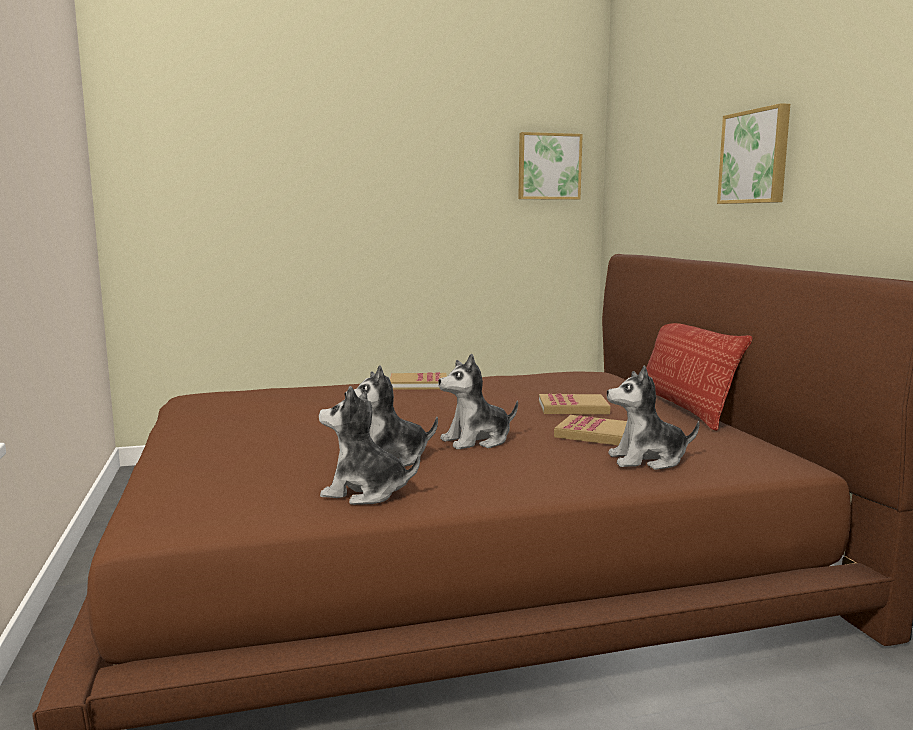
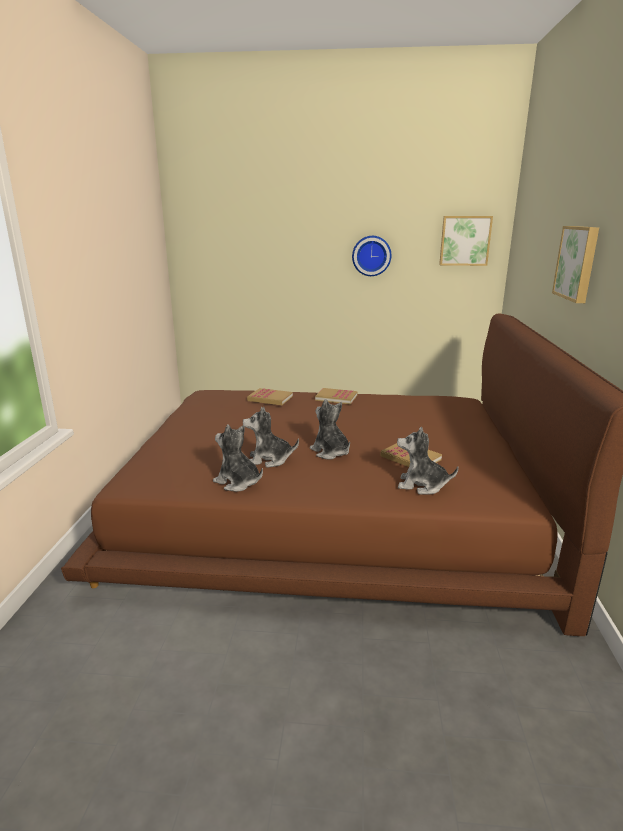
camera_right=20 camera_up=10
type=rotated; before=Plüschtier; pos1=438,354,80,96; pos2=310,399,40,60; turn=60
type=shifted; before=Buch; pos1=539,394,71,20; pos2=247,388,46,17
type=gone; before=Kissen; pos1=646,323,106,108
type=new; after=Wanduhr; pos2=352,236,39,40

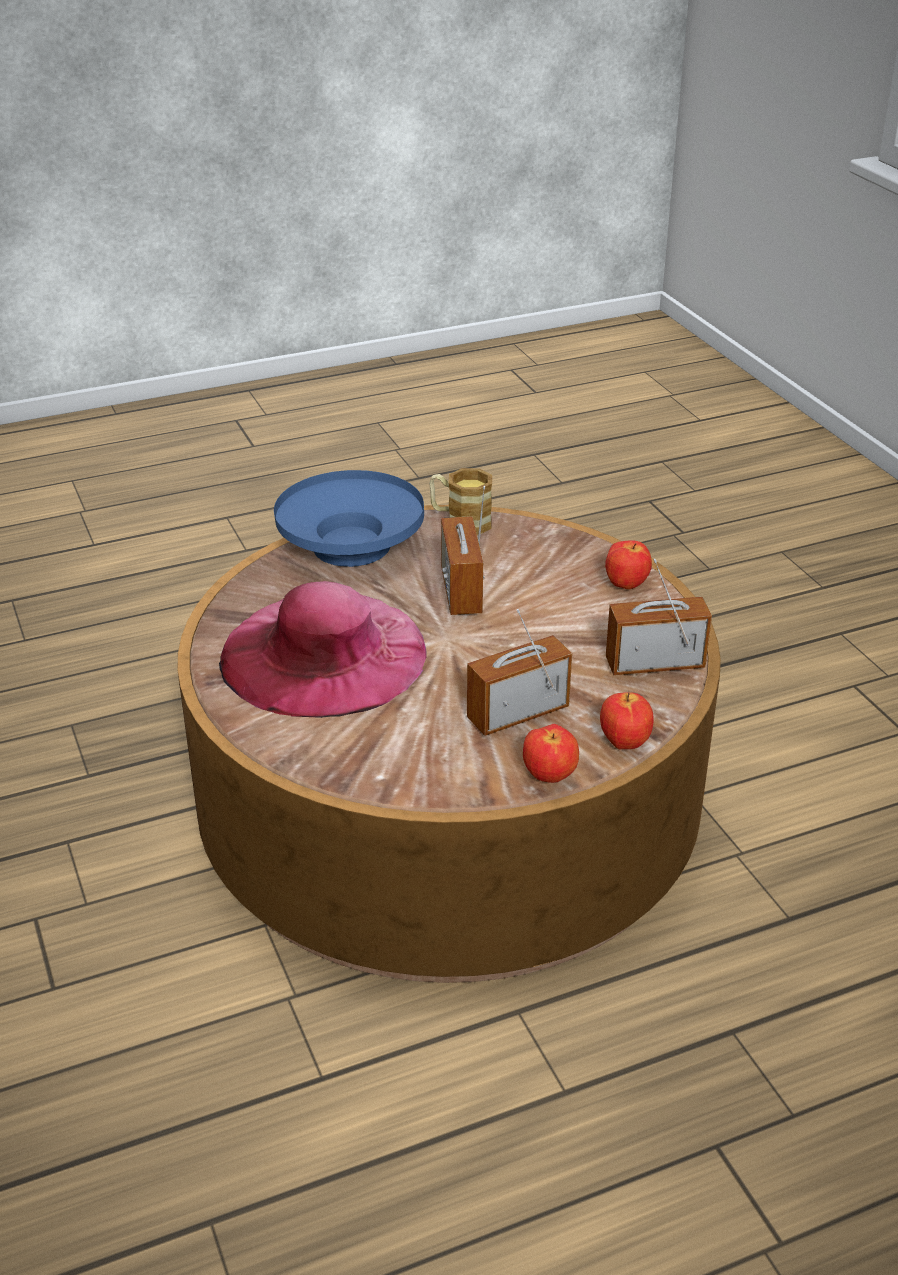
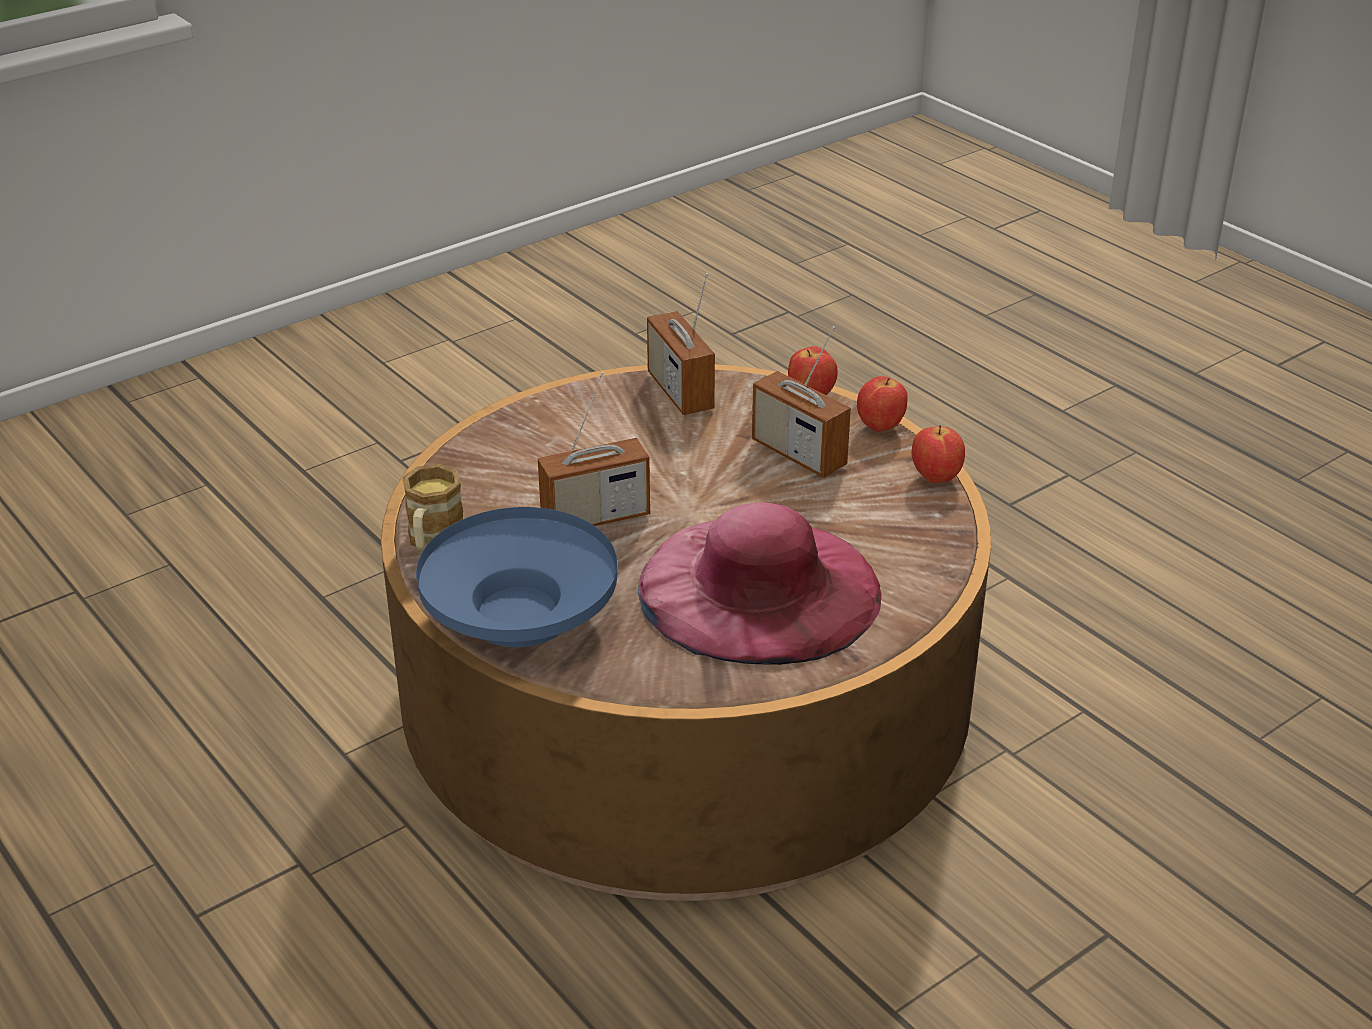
camera_right=-105 camera_up=0
type=shifted; before=Apfel; pos1=605,540,47,49; pos2=911,425,54,58

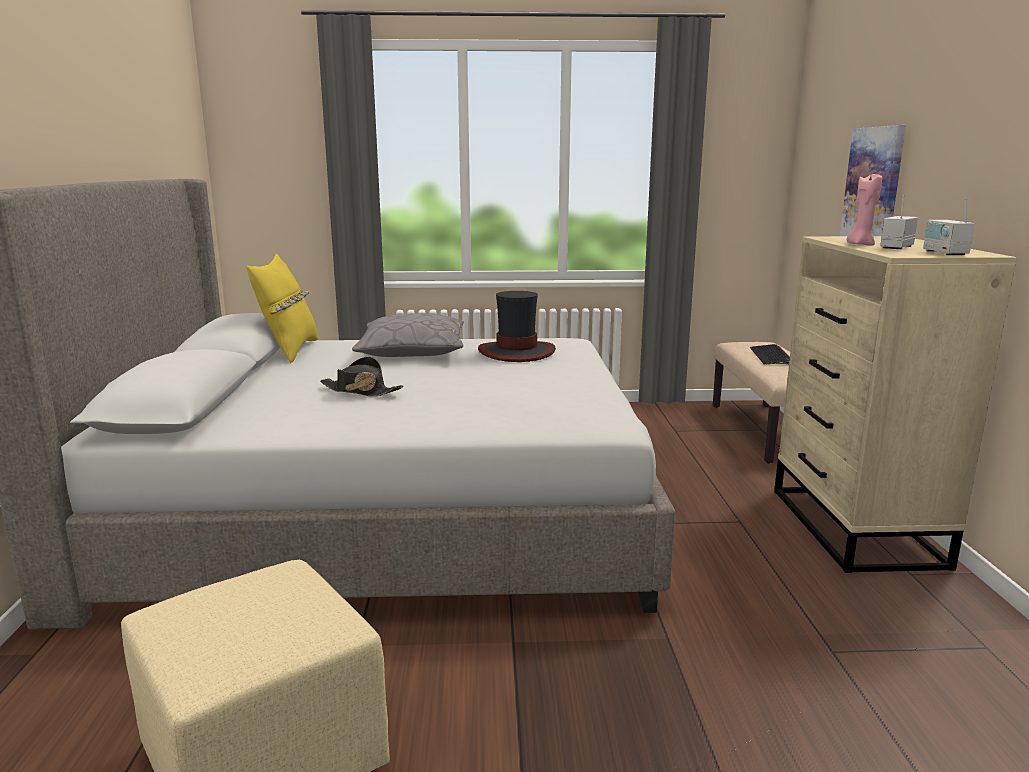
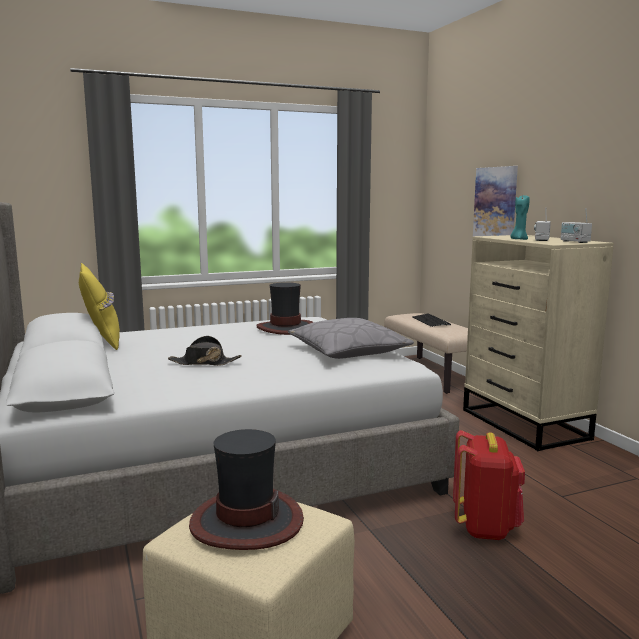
camera_right=-20 camera_up=-5
type=shifted; before=Kissen (grau); pos1=352,314,112,43; pos2=288,318,126,41
type=repainted; before=Kerze (rosa); after=Kerze (türkis); pos1=847,174,35,72; pos2=510,195,20,45
type=new; after=Hut; pos2=189,429,115,121
type=new; after=Rucksack (rot); pos2=453,430,72,110

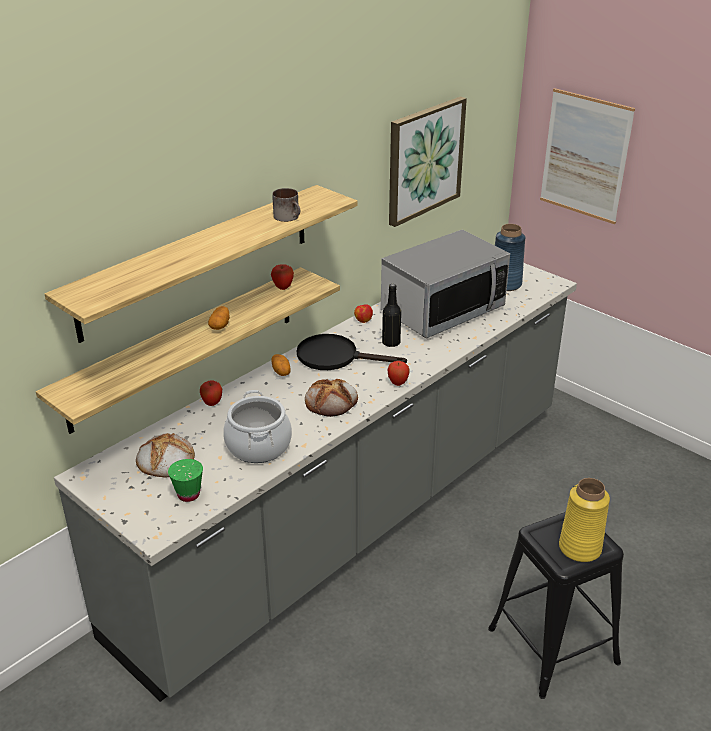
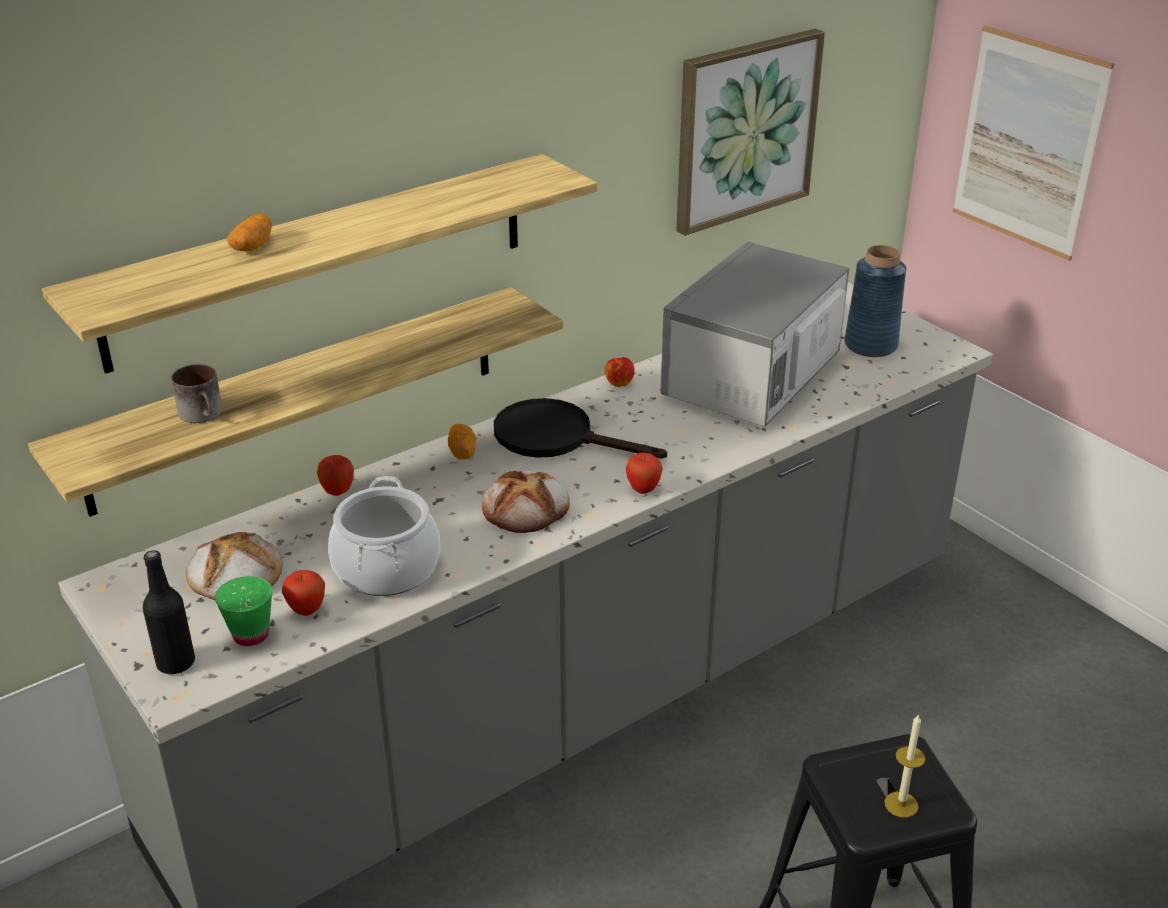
camera_right=10 camera_up=0
type=shifted; before=Kartoffel; pos1=208,306,22,24; pos2=227,214,45,38
type=shifted; before=Apfel; pos1=271,264,23,26; pos2=282,570,43,46
type=shifted; before=Henkelbecher; pos1=272,188,28,34; pos2=171,364,52,59
type=rotated; before=Mikrowelle; pos1=381,230,129,108; pos2=661,242,188,185; turn=150
type=shifted; before=Flasche (schwarz); pos1=382,284,19,63; pos2=143,550,52,124
type=swapped; before=Vase (gelb); after=Kerze; pos1=559,478,51,84; pos2=885,714,40,104

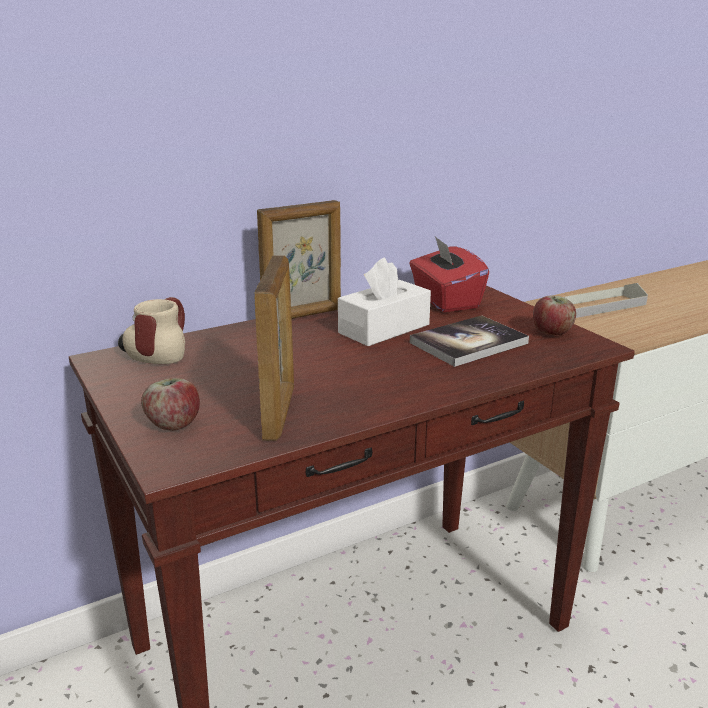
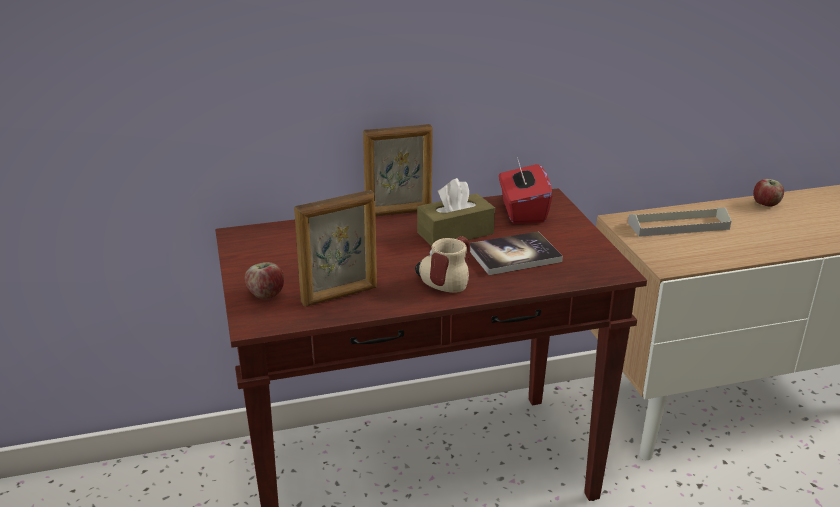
camera_right=15 camera_up=5
type=shifted; before=Henkelbecher; pos1=118,297,67,67; pos2=415,236,55,57
type=rotated; before=Bilderrahmen; pos1=254,255,40,186; pos2=294,190,83,117; turn=45
type=repainted; before=Taschentuchbox (weiß); after=Taschentuchbox (braun); pos1=338,258,93,88; pos2=417,178,78,68
type=shifted; before=Apfel; pos1=533,296,43,39; pos2=753,179,31,27

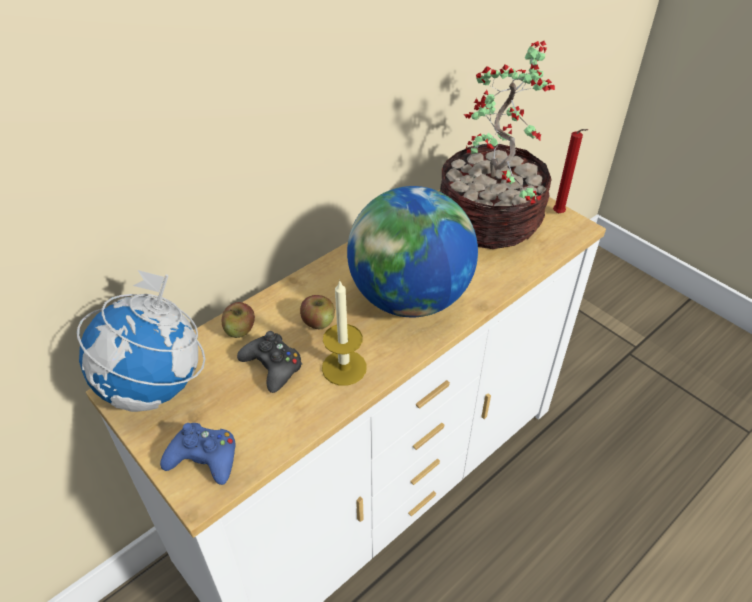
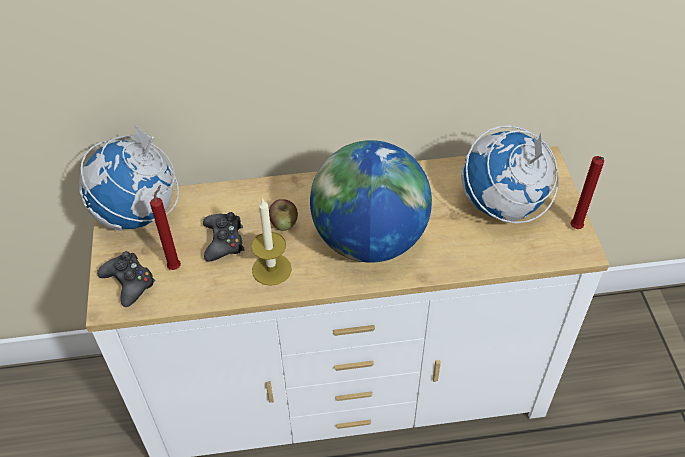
camera_right=35 camera_up=5
type=repainted; before=Gamepad (blau); after=Gamepad (schwarz); pos1=160,423,75,62; pos2=97,251,58,56
type=gone; before=Apfel; pos1=222,302,33,36
type=swapped; before=Topfpflanze; after=Globus; pos1=440,41,115,208; pos2=461,125,97,99
type=new; after=Kerze (rot); pos2=150,185,31,85

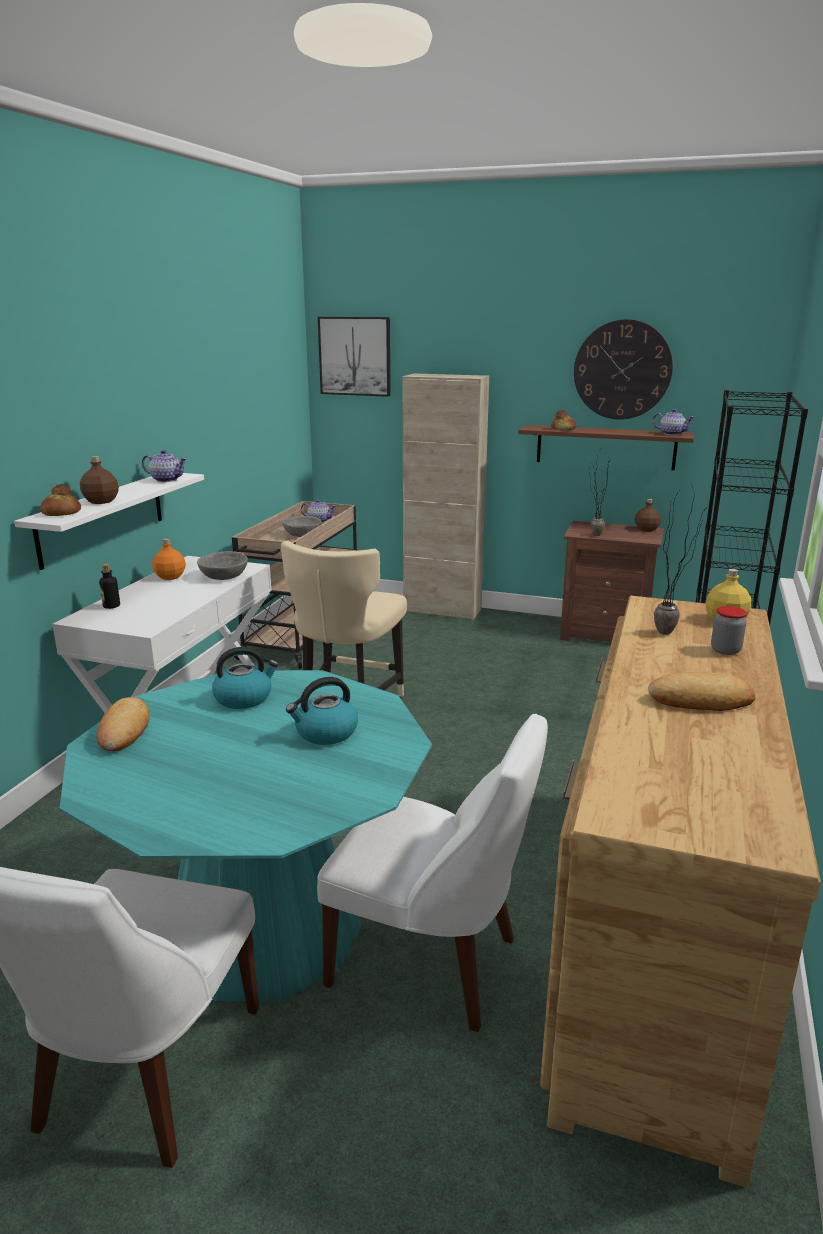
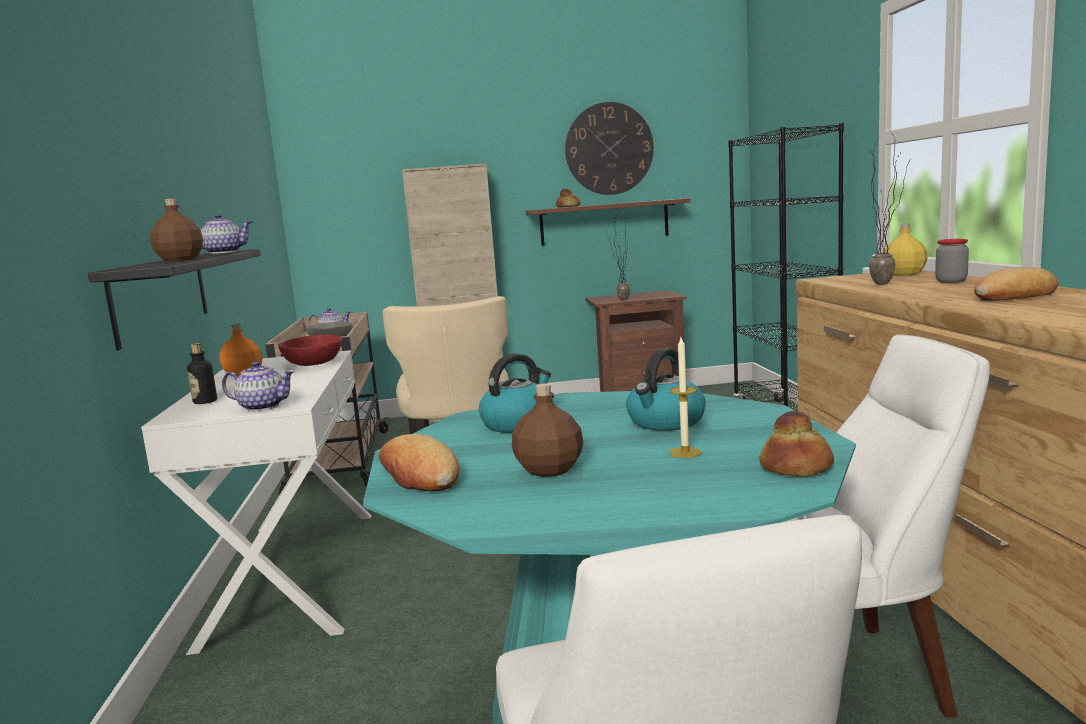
camera_right=-25 camera_up=-10
type=repainted; before=Wandregal (weiß); after=Wandregal (schwarz); pos1=14,473,190,97; pos2=88,249,173,102
type=shifted; before=Brot; pos1=40,484,41,32; pos2=760,411,74,66
type=repainted; before=Schüssel (grau); after=Schüssel (rot); pos1=197,551,51,29; pos2=278,334,64,32
type=gone; before=Bild; pos1=318,317,73,80
type=shifted; before=Flasche (braun); pos1=635,499,26,33; pos2=512,383,71,94
type=shifted; before=Teekanne; pos1=653,409,41,26; pos2=222,361,73,50
type=new; after=Kerze; pos2=669,337,33,121

